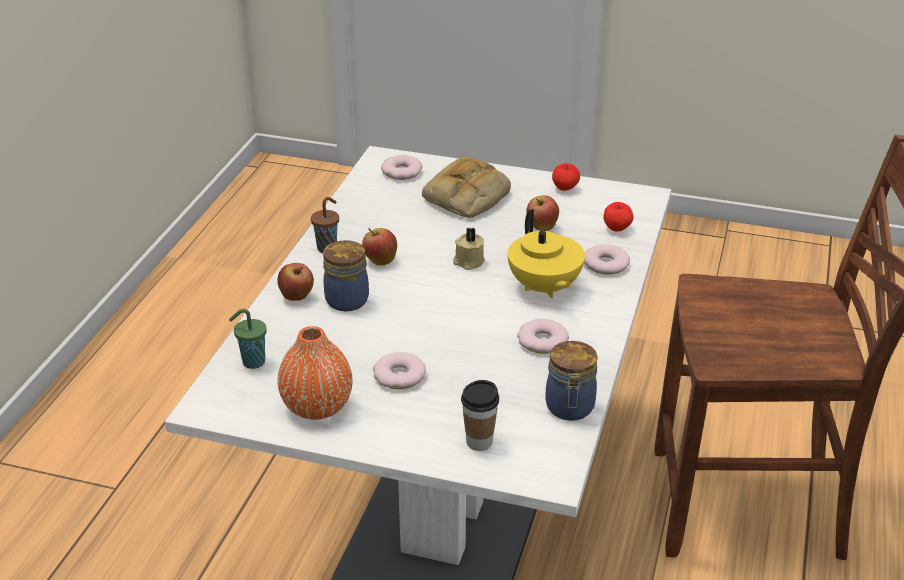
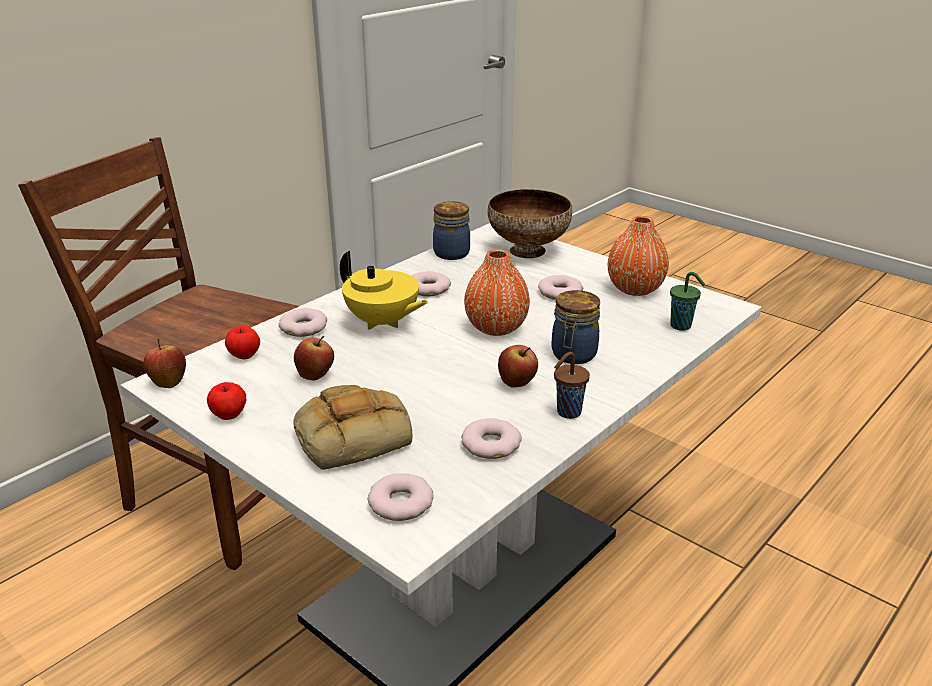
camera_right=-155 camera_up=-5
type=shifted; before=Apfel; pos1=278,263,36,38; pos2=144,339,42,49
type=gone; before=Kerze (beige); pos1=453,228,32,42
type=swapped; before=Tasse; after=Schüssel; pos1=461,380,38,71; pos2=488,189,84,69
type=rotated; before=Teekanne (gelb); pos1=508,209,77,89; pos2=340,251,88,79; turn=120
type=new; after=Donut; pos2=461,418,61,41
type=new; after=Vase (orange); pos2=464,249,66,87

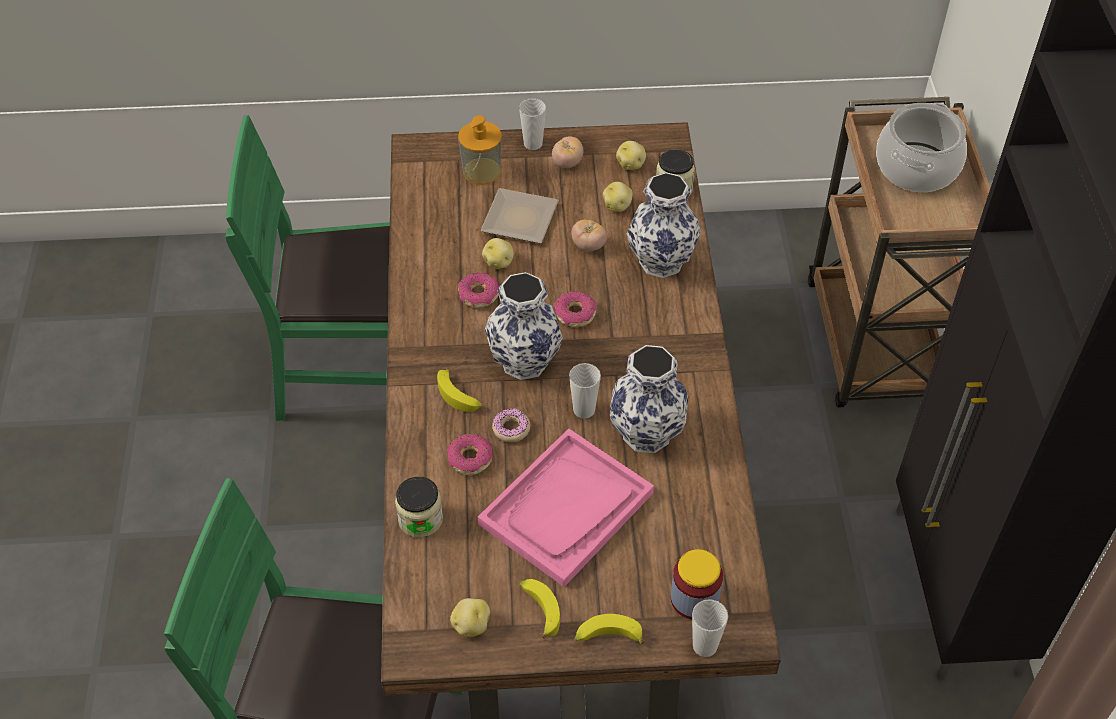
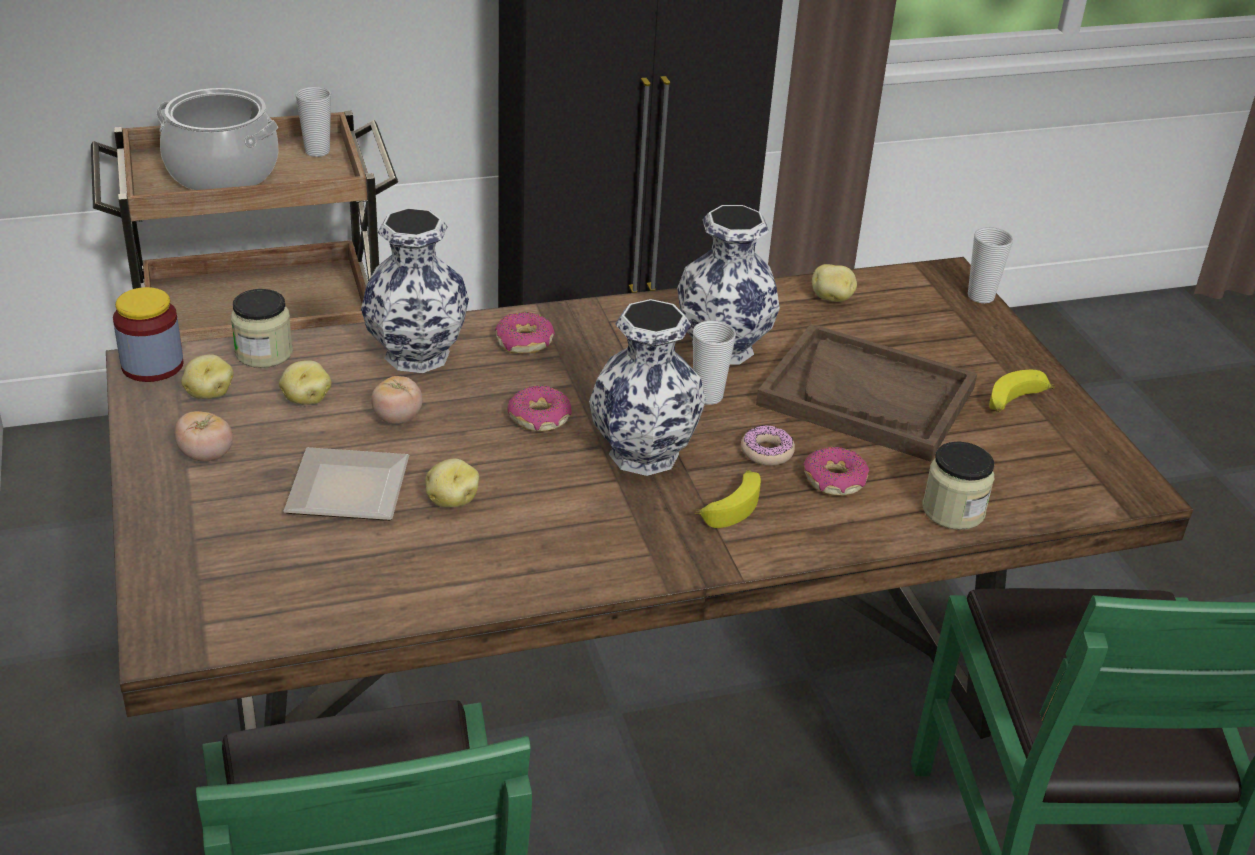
camera_right=-105 camera_up=-15
type=shifted; before=Kartoffel; pos1=450,598,40,39; pos2=812,264,45,38
type=gone; before=Seifenspender; pos1=458,115,44,70
type=shifted; before=Donut; pos1=458,272,41,35; pos2=495,312,60,42
type=repainted; before=Tablett (rosa); after=Tablett (braun); pos1=478,428,176,159; pos2=756,324,221,138
type=shifted; before=Tasse; pos1=519,98,27,52; pos2=295,86,36,71
type=gone; before=Banane; pos1=575,614,69,30
type=shifted; before=Vorratsglas; pos1=671,549,52,71; pos2=113,287,71,95

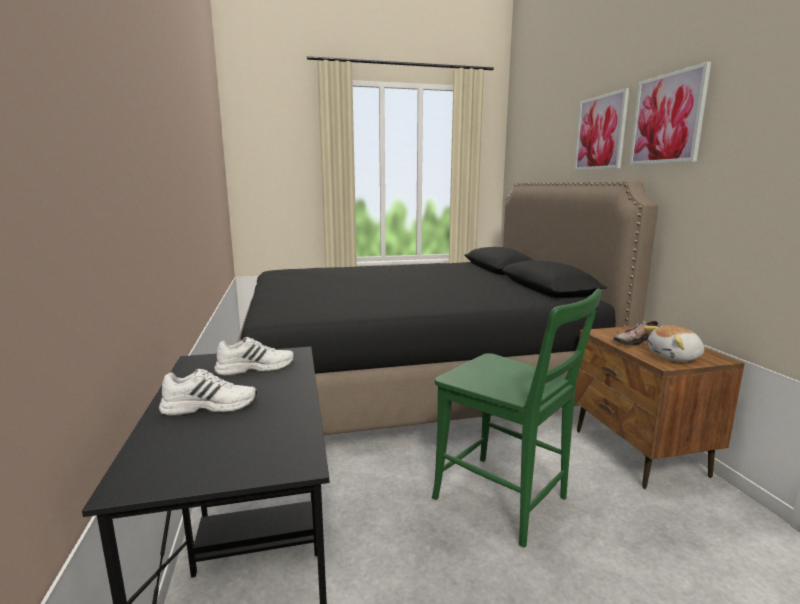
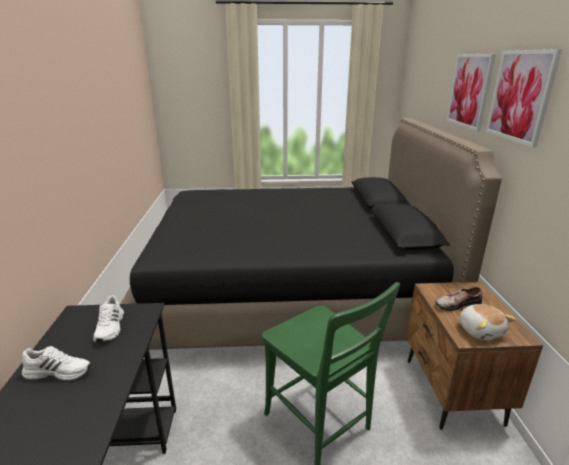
camera_right=10 camera_up=10
type=rotated; before=Schuh (weiß); pos1=214,337,80,39; pos2=93,295,31,47; turn=90
type=rotated; before=Plüschtier; pos1=644,325,60,37; pos2=459,304,57,37; turn=-105

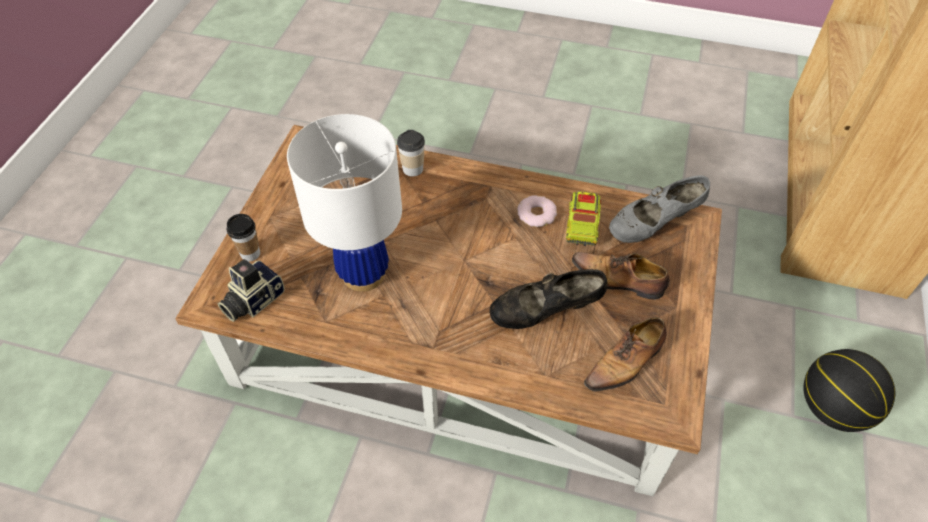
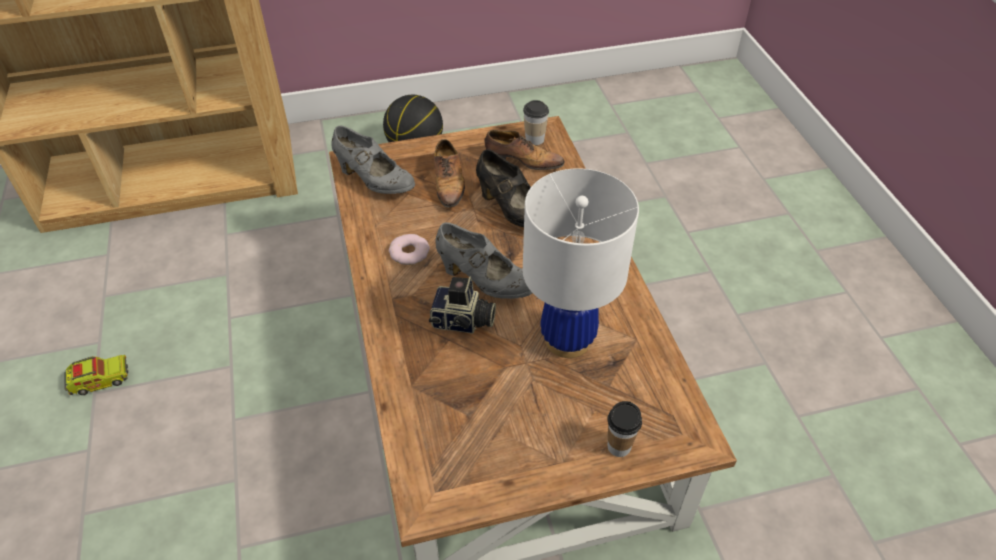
camera_right=-120 camera_up=-5
type=shifted; before=Kamera; pos1=218,259,67,63; pos2=429,276,67,58
type=shifted; before=Tasse; pos1=397,130,28,47; pos2=523,100,26,45
type=shifted; before=Spielzeuglaster; pos1=566,191,35,55; pos2=64,355,64,40
type=new; after=Schuh (grau); pos2=435,222,97,77

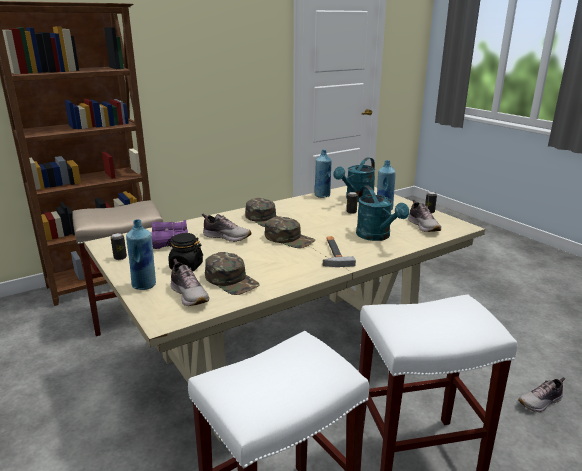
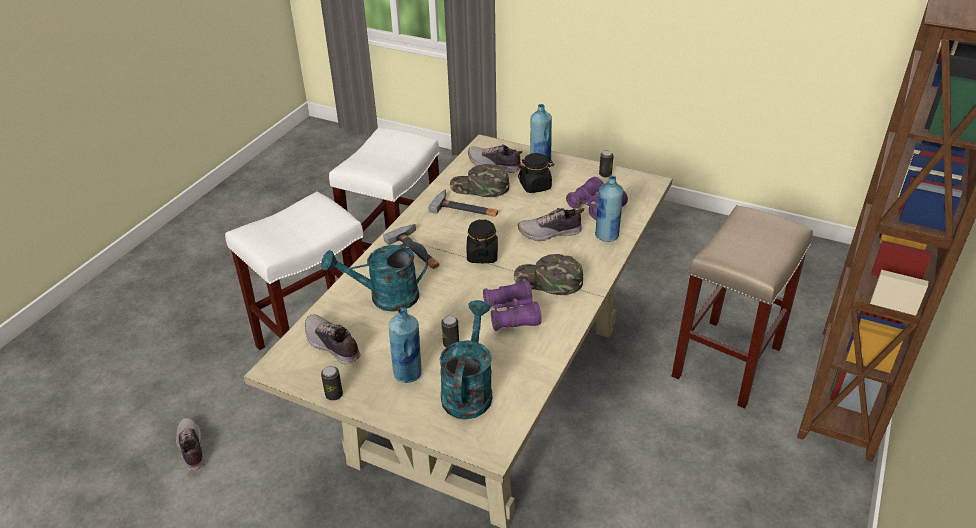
camera_right=150 camera_up=15
type=swapped; before=Kappe (grün); after=Vorratsglas (schwarz); pos1=265,216,50,32; pos2=467,219,31,44
type=shifted; before=Flasche (blau); pos1=315,150,17,48; pos2=595,175,29,67
type=rotated; before=Gießkanne (türkis); pos1=356,185,53,56; pos2=321,242,107,70; turn=-45
type=rotated; before=Schuh; pos1=518,377,47,35; pos2=176,417,30,53; turn=-60
type=new; after=Hammer; pos2=428,190,70,27
type=new; after=Fernglas (lila); pos2=483,280,59,51

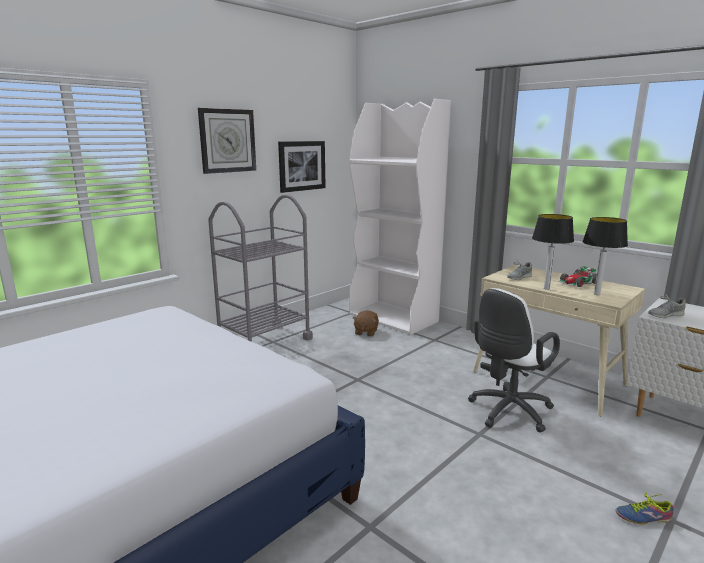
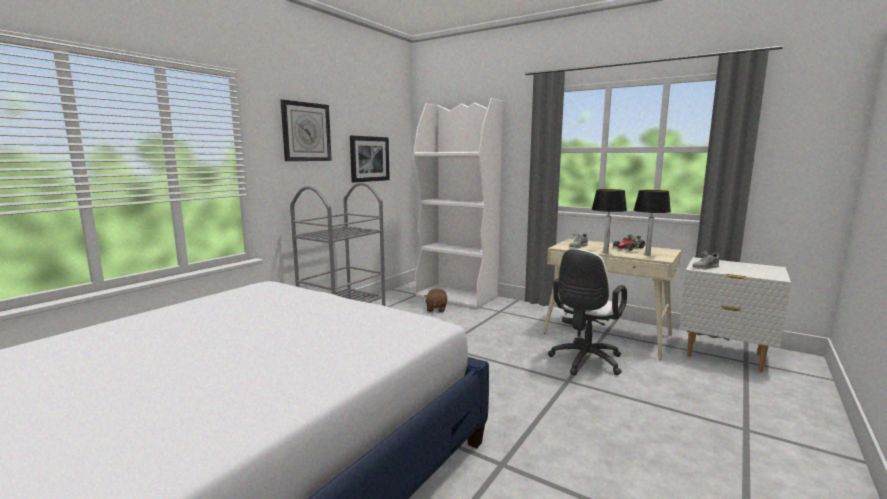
camera_right=-10 camera_up=-5
type=gone; before=Schuh; pos1=615,492,59,33

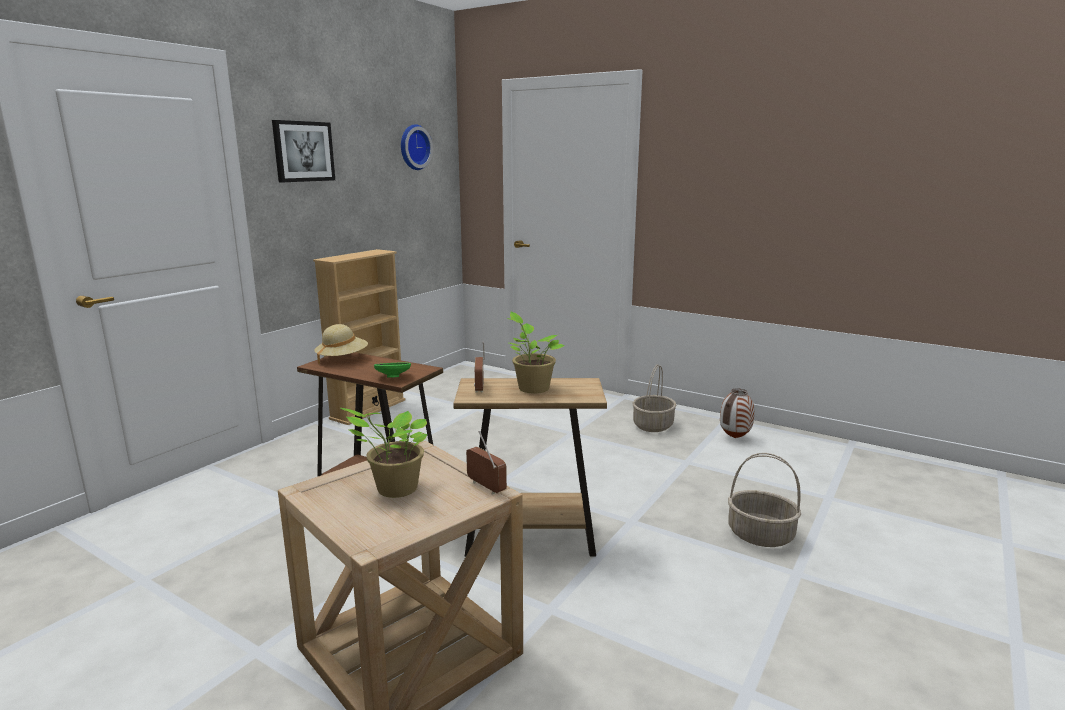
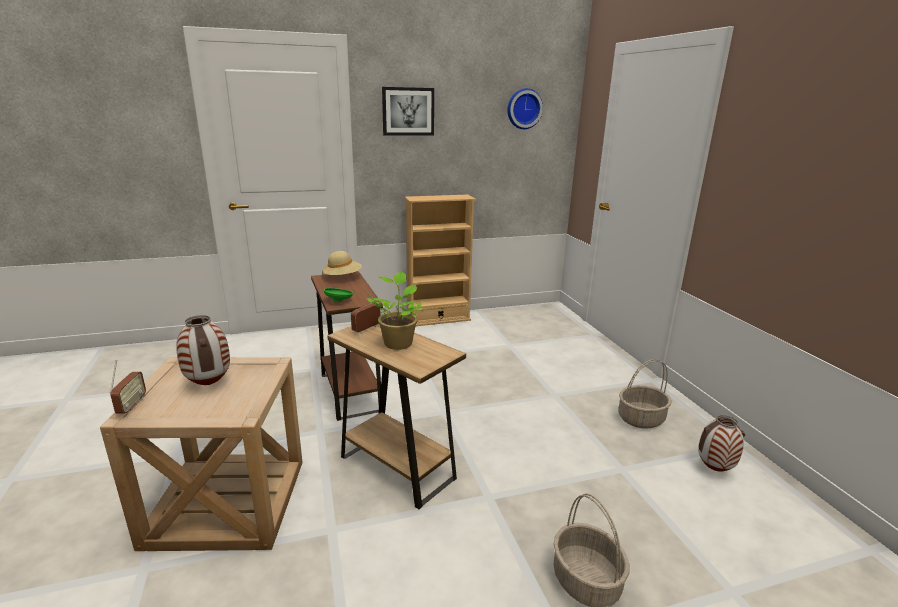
camera_right=40 camera_up=5
type=swapped; before=Topfpflanze; after=Vase; pos1=340,408,88,90; pos2=176,315,54,70
type=shifted; before=Radio; pos1=466,431,41,64; pos2=110,360,36,54

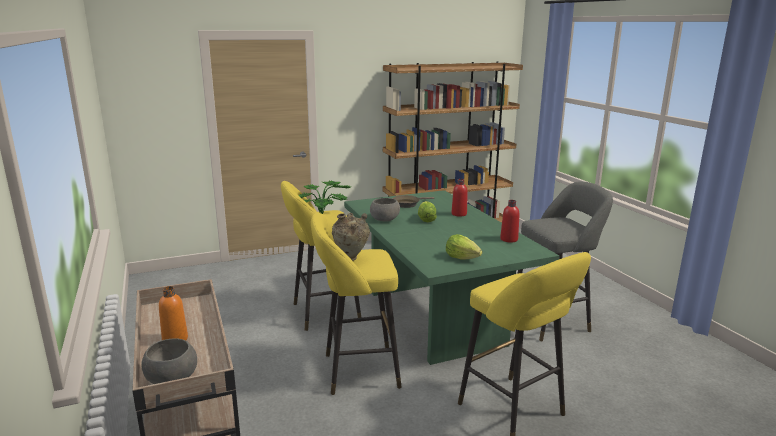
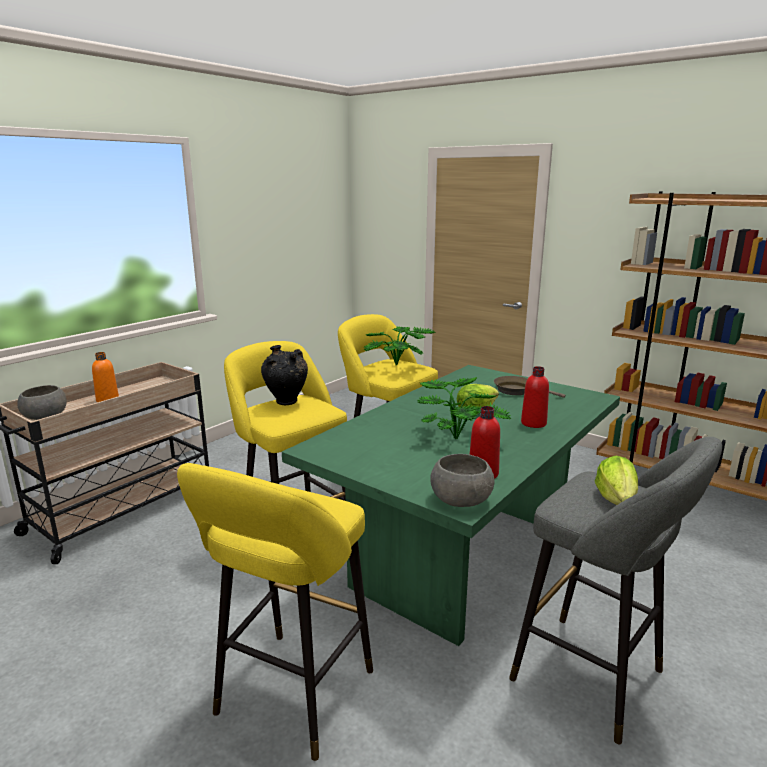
camera_right=60 camera_up=0
type=repainted; before=Vase (beige); after=Vase (schwarz); pos1=332,213,38,48; pos2=261,345,47,60
type=shifted; before=Schüssel (grau); pos1=370,198,30,24; pos2=430,454,65,53
type=shifted; before=Salatkopf; pos1=446,234,36,25; pos2=595,456,43,49
type=new; after=Topfpflanze; pos2=418,377,93,62

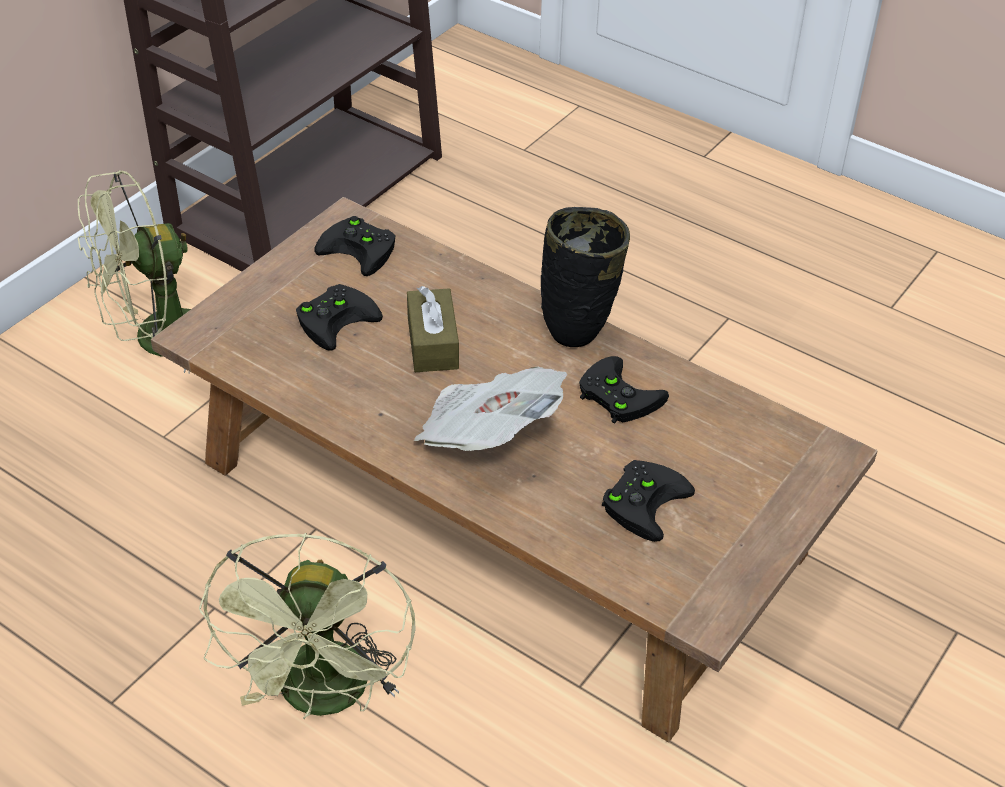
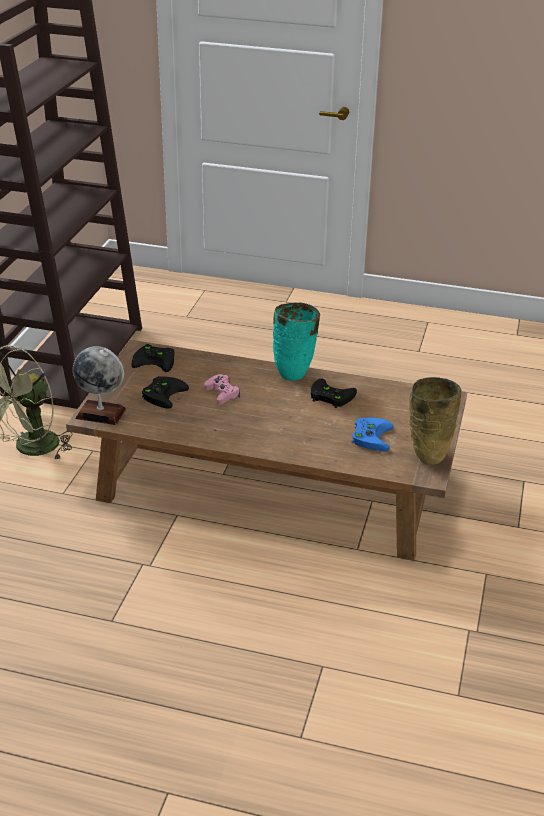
camera_right=-20 camera_up=-10
type=gone; before=Ventilator (grün); pos1=199,533,217,186
type=swapped; before=Taschentuchbox (braun); after=Gamepad (rosa); pos1=407,286,52,86; pos2=204,374,36,31
type=gone; before=Zeitung; pos1=414,367,154,84
type=repainted; before=Vase (schwarz); after=Vase (türkis); pos1=541,207,89,140; pos2=273,302,47,79
type=repainted; before=Gamepad (schwarz); after=Gamepad (blau); pos1=602,460,93,82; pos2=352,418,42,33
type=new; after=Globus; pos2=73,346,53,79
type=new; after=Vase (beige); pos2=409,377,52,88

